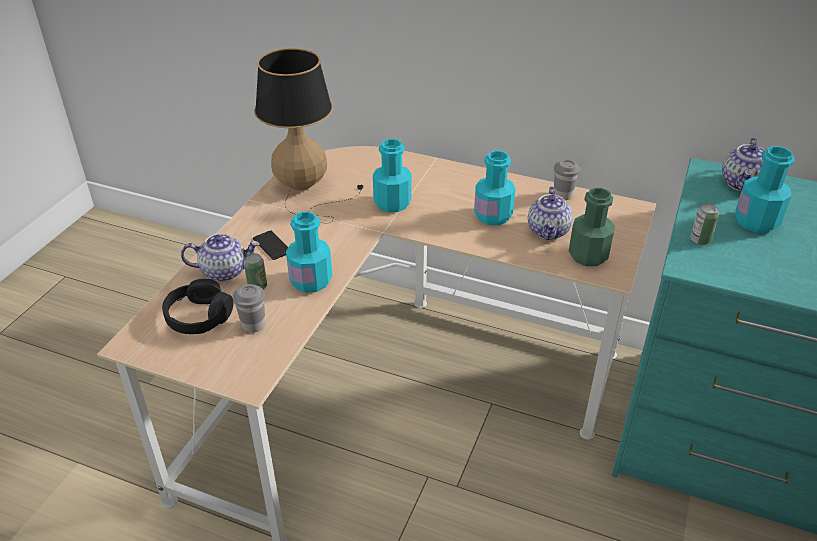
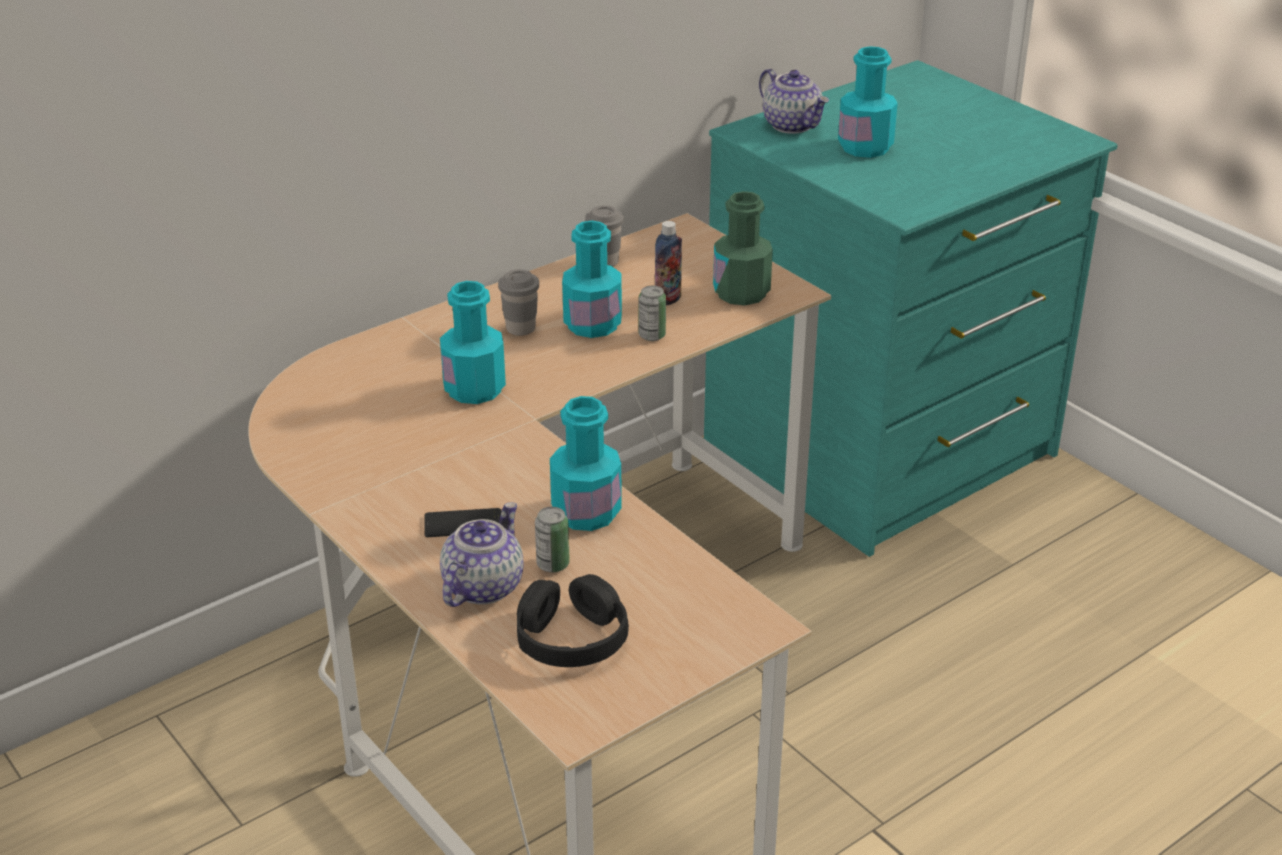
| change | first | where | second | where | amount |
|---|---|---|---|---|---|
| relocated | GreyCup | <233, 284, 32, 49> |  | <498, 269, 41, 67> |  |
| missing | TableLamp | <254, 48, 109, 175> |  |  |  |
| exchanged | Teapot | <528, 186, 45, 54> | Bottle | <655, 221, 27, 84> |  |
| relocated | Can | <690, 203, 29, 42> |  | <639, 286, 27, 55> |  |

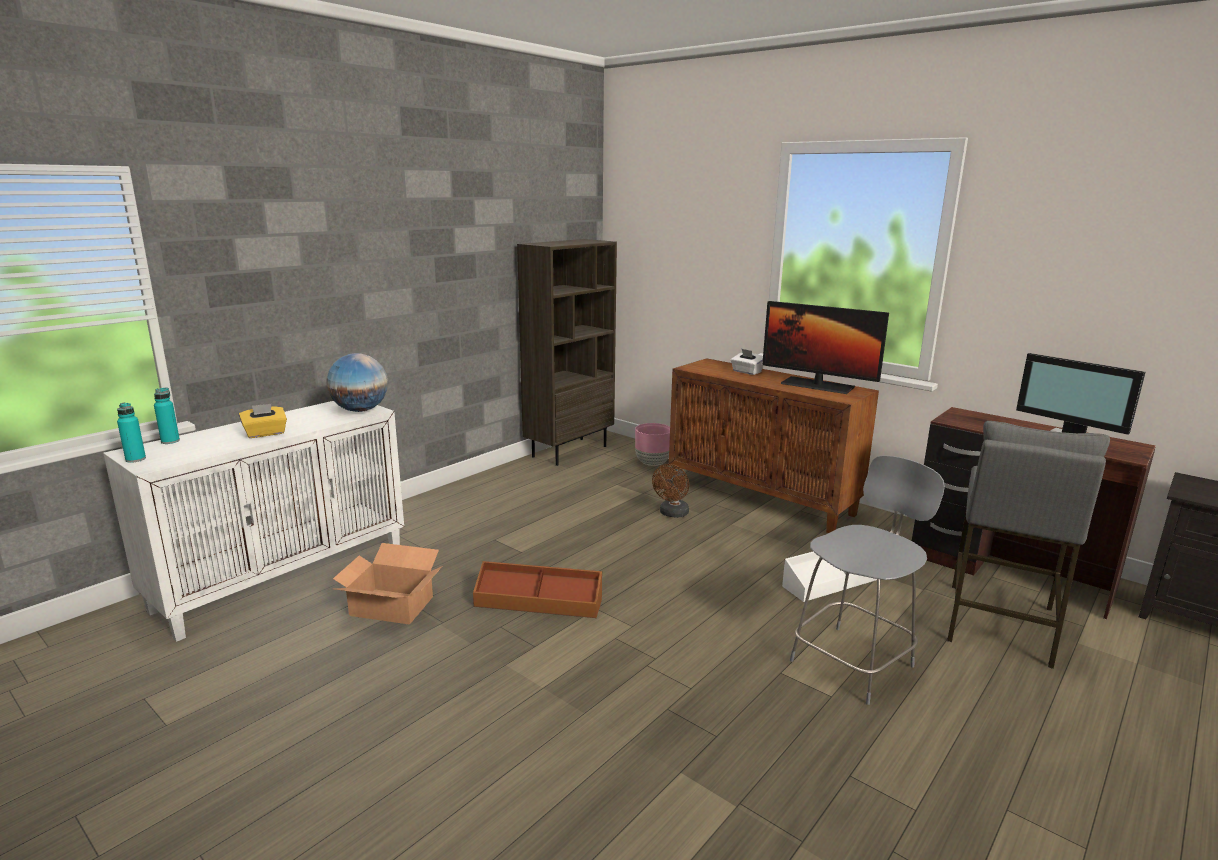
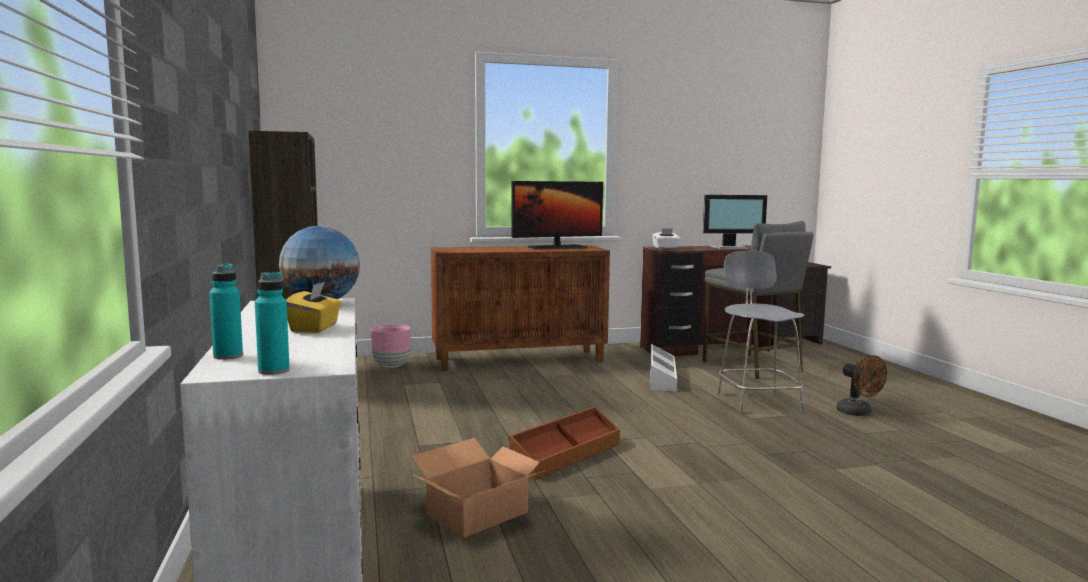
| change | first | where | second | where | amount |
|---|---|---|---|---|---|
| relocated | BrownFan | <652, 464, 37, 54> |  | <837, 355, 50, 61> |  |
| relocated | WhiteTissueBox | <731, 348, 32, 27> |  | <652, 228, 29, 21> |  |

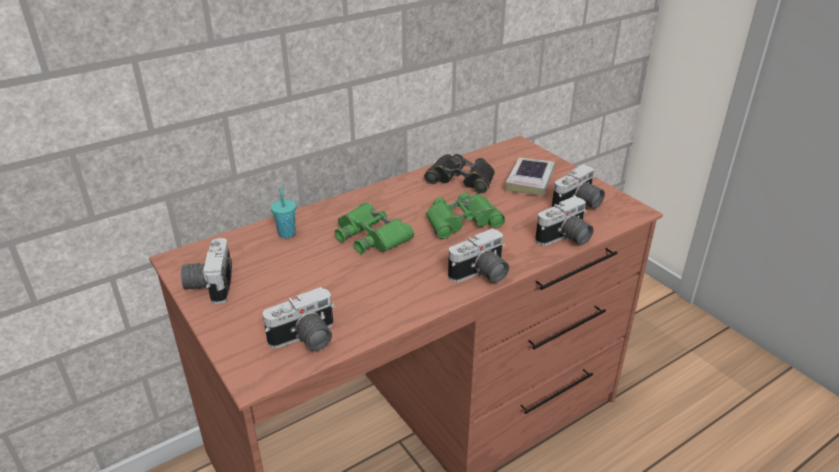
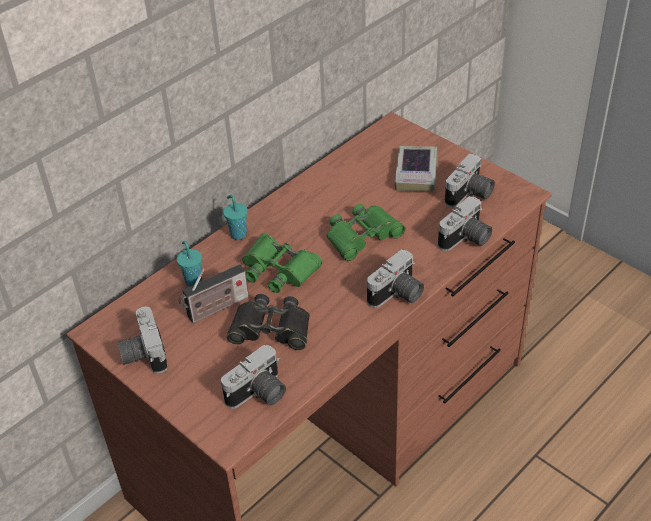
| change | first | where | second | where | amount |
|---|---|---|---|---|---|
| relocated | BlackBinoculars | <424, 154, 71, 40> |  | <227, 294, 83, 56> |  |
| appeared |  |  | Radio | <179, 264, 70, 59> |  |
| appeared |  |  | TurquoiseCup | <223, 195, 25, 45> |  |

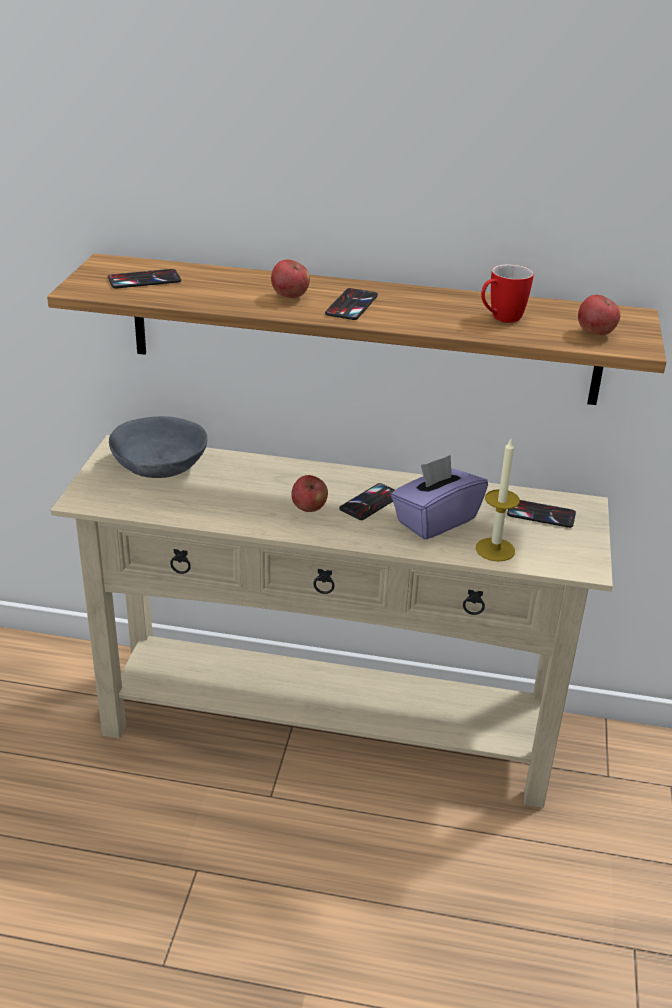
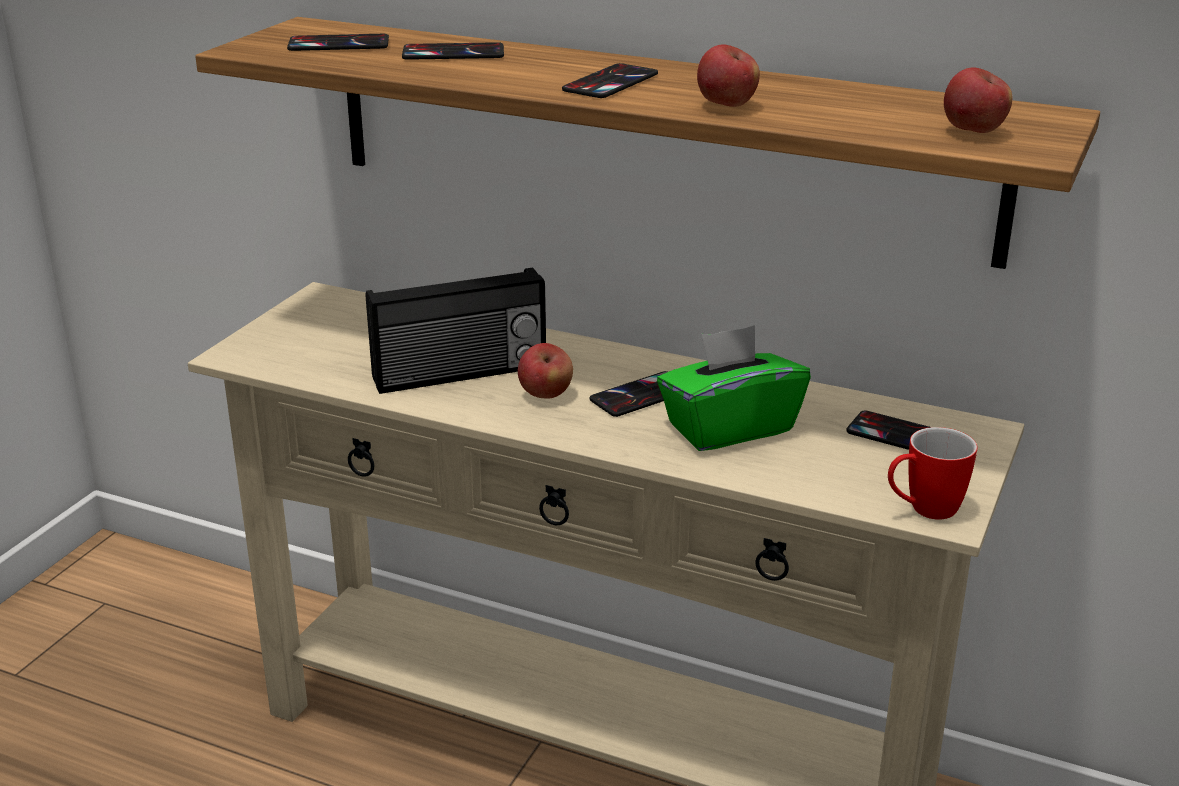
| change | first | where | second | where | amount |
|---|---|---|---|---|---|
| missing | GreyBowl | <109, 416, 98, 62> |  |  |  |
| relocated | Apple | <271, 259, 39, 39> |  | <697, 44, 63, 63> |  |
| colour | PurpleTissueBox | <391, 455, 97, 85> | GreenTissueBox | <657, 325, 154, 126> |  |
| missing | Candle | <476, 439, 44, 123> |  |  |  |
| relocated | Mug | <481, 264, 53, 59> |  | <888, 427, 90, 93> |  |
| appeared |  |  | Radio | <366, 267, 180, 127> |  |
| appeared |  |  | Phone | <402, 42, 102, 18> |  |

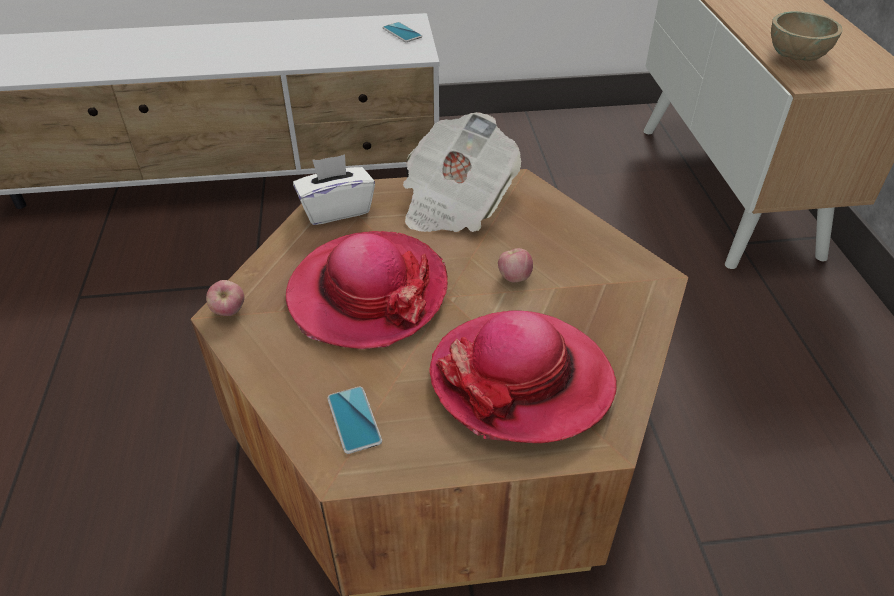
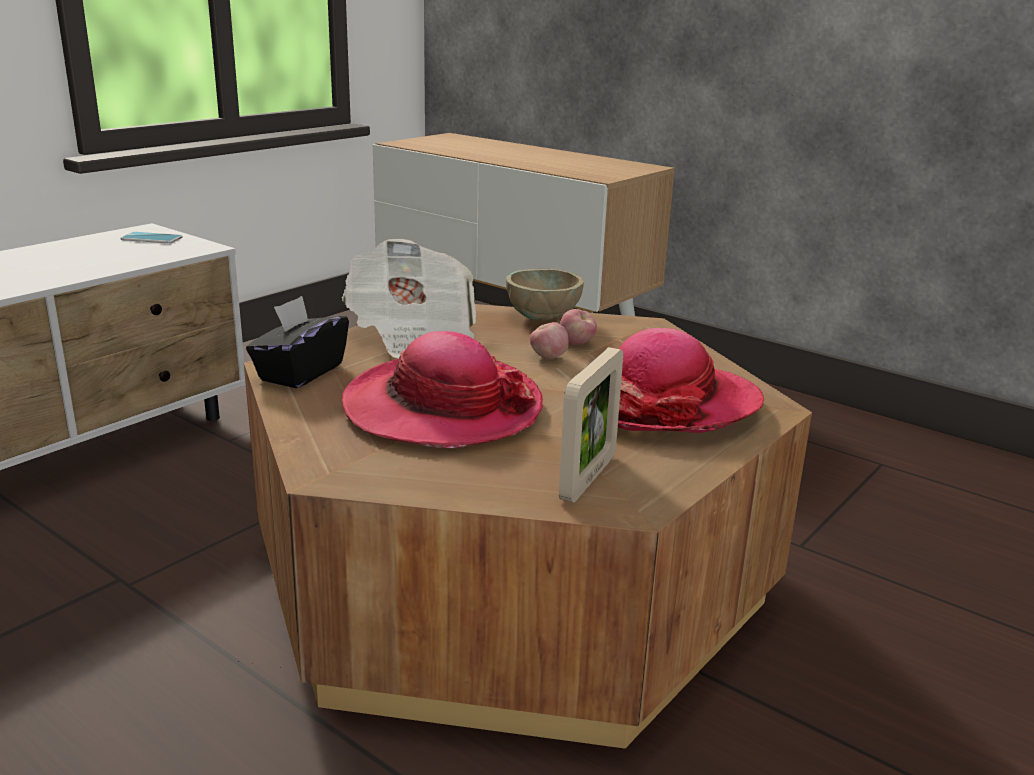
| change | first | where | second | where | amount |
|---|---|---|---|---|---|
| relocated | Apple | <206, 280, 39, 36> |  | <560, 309, 37, 36> |  |
| colour | WhiteTissueBox | <293, 155, 82, 70> | BlackTissueBox | <246, 296, 103, 92> |  |
| exchanged | Phone | <327, 387, 55, 67> | PictureFrame | <559, 347, 64, 155> |  |
| relocated | BeigeBowl | <771, 11, 71, 50> |  | <506, 269, 78, 51> |  |

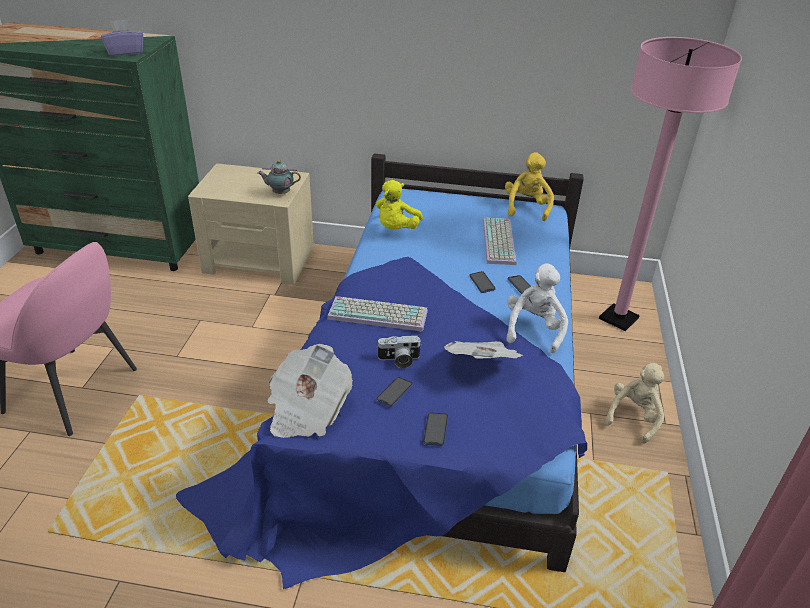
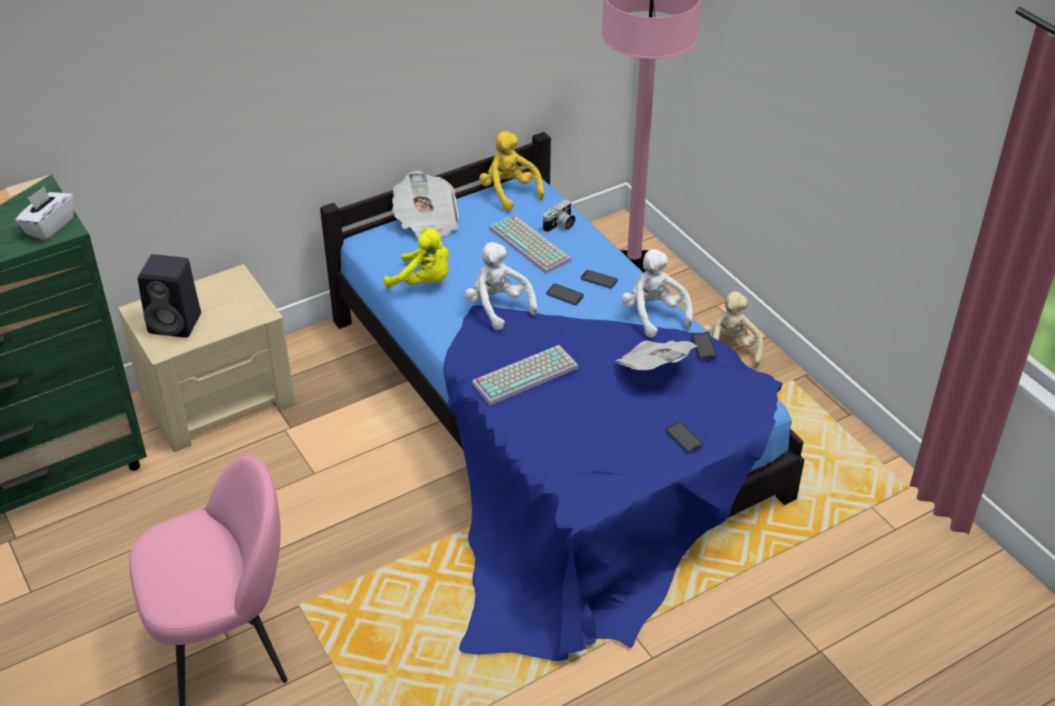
| change | first | where | second | where | amount |
|---|---|---|---|---|---|
| colour | PurpleTissueBox | <101, 20, 42, 36> | WhiteTissueBox | <15, 186, 59, 55> |  |
| missing | Teapot | <258, 160, 43, 34> |  |  |  |
| relocated | Newspaper | <268, 344, 85, 94> |  | <392, 171, 67, 68> |  |
| spun | YellowPlushToy | <376, 180, 47, 49> |  | <383, 228, 66, 60> | 45 degrees counterclockwise |
| relocated | PhotoCamera | <376, 335, 46, 33> |  | <543, 199, 32, 33> |  |
| relocated | Phone | <376, 377, 37, 30> |  | <692, 332, 25, 27> |  |
| appeared |  |  | BlackSpeaker | <138, 254, 63, 84> |  |
| appeared |  |  | WhitePlushToy | <465, 242, 72, 88> |  |

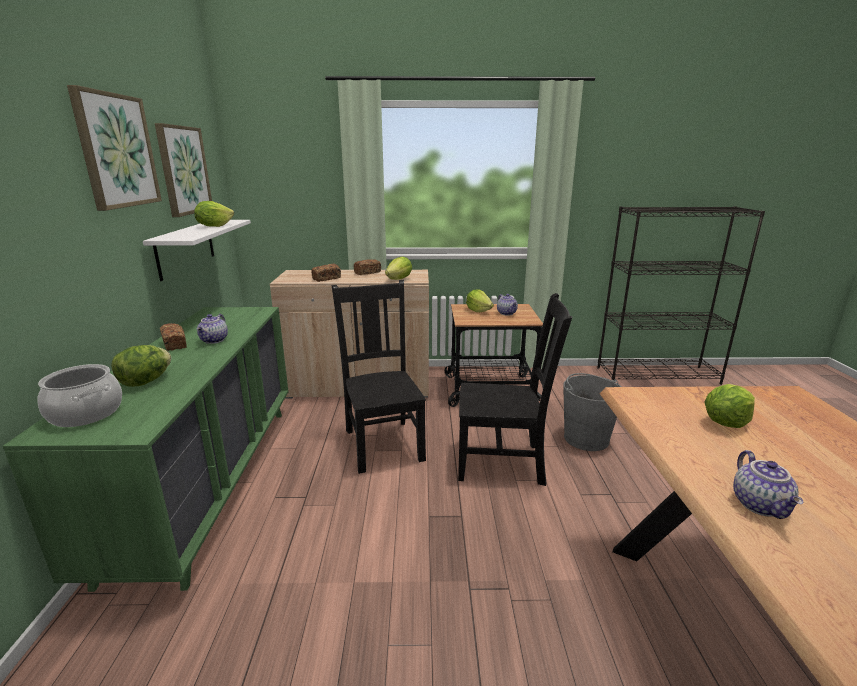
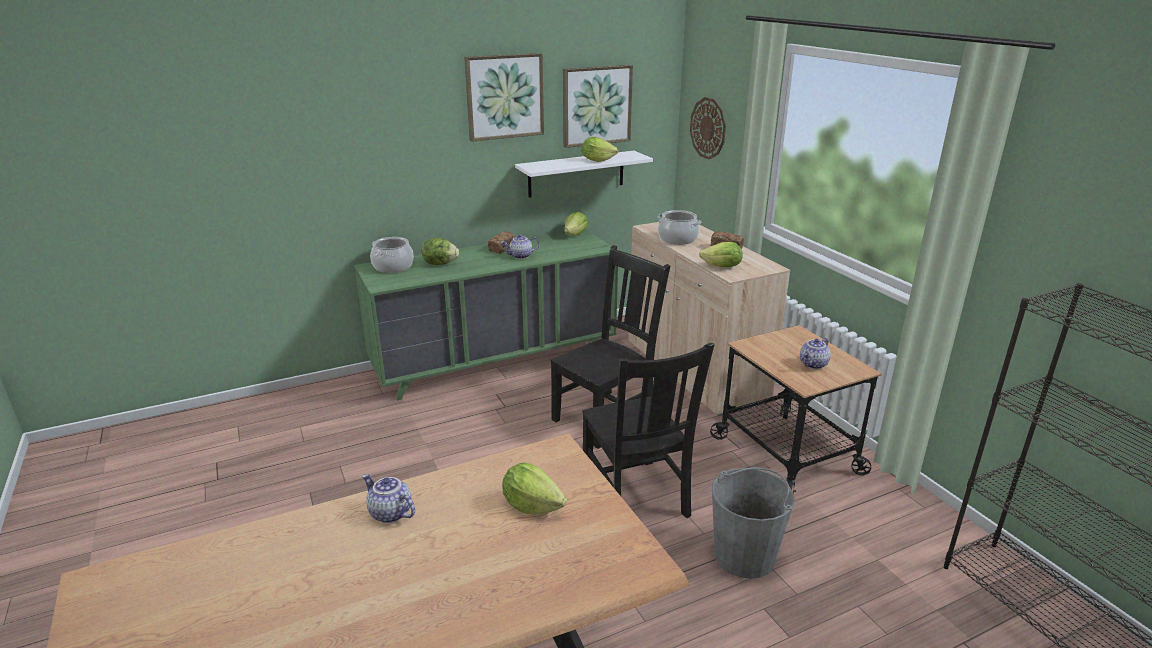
| change | first | where | second | where | amount |
|---|---|---|---|---|---|
| exchanged | Bread | <311, 264, 30, 18> | CookingPot | <657, 210, 45, 35> |  |
| relocated | Lettuce | <466, 290, 28, 22> |  | <564, 212, 24, 24> |  |
| spun | Teapot | <733, 450, 70, 69> |  | <362, 474, 53, 49> | 60 degrees clockwise |
| appeared |  |  | WallClock | <690, 97, 36, 62> |  |

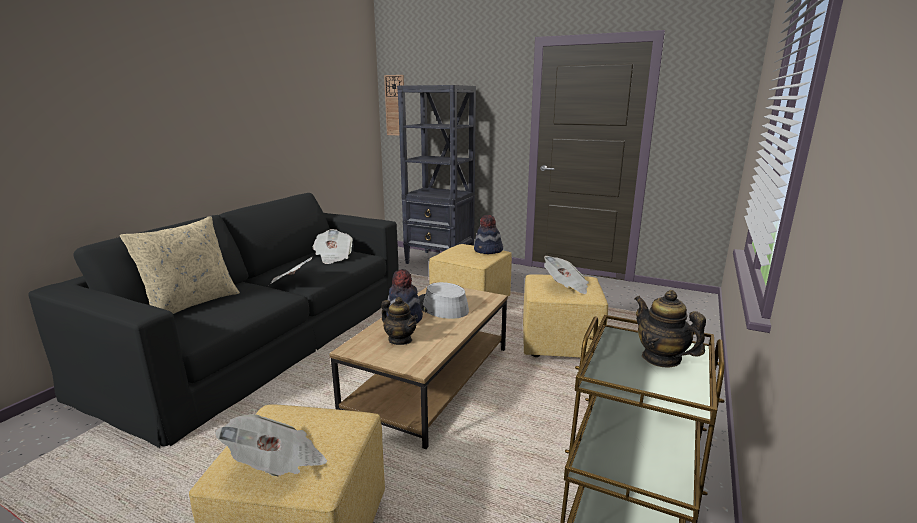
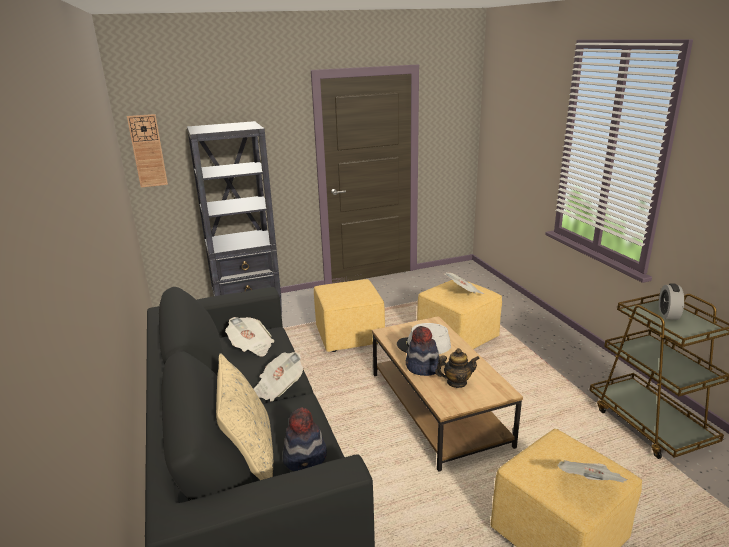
| change | first | where | second | where | amount |
|---|---|---|---|---|---|
| relocated | Hat | <474, 215, 29, 39> |  | <283, 407, 44, 64> |  |
| exchanged | Teapot | <635, 290, 71, 77> | AlarmClock | <659, 283, 25, 37> |  |

